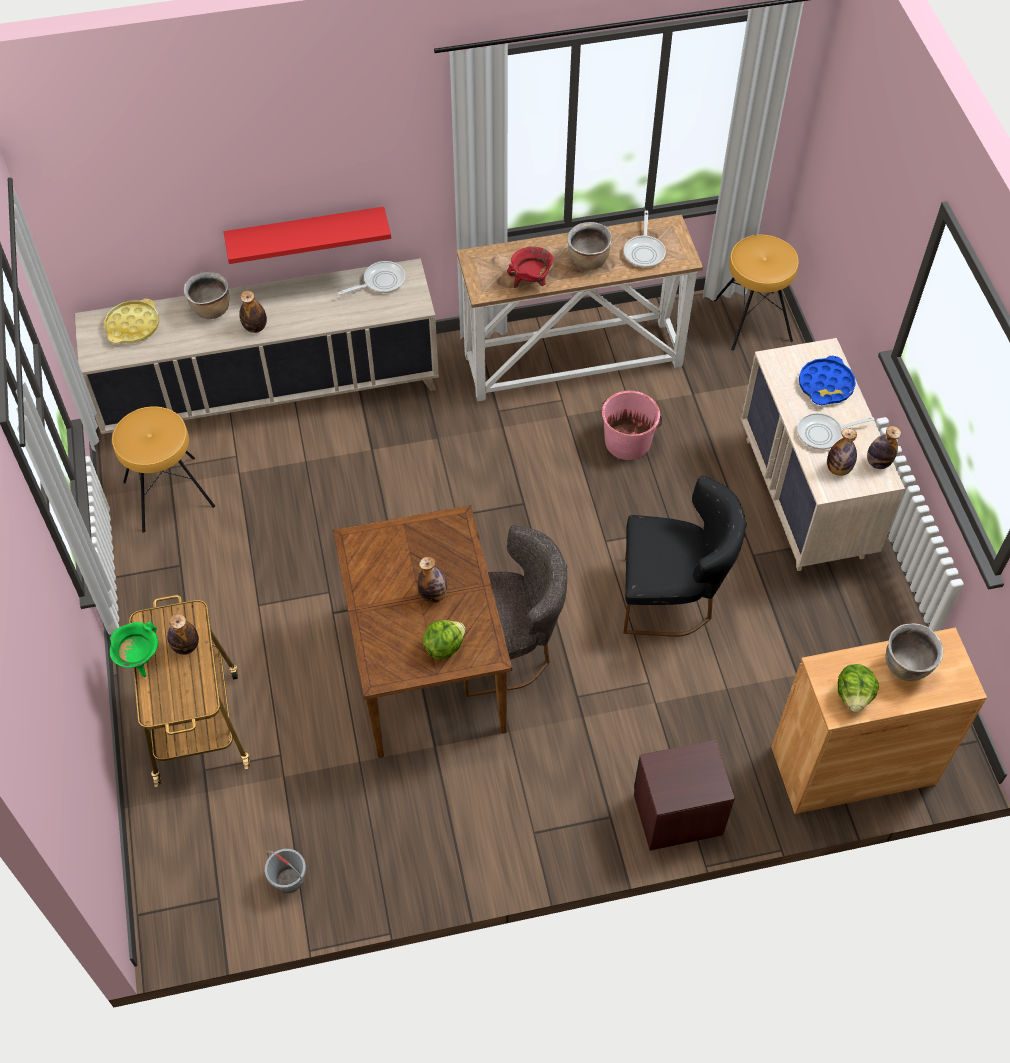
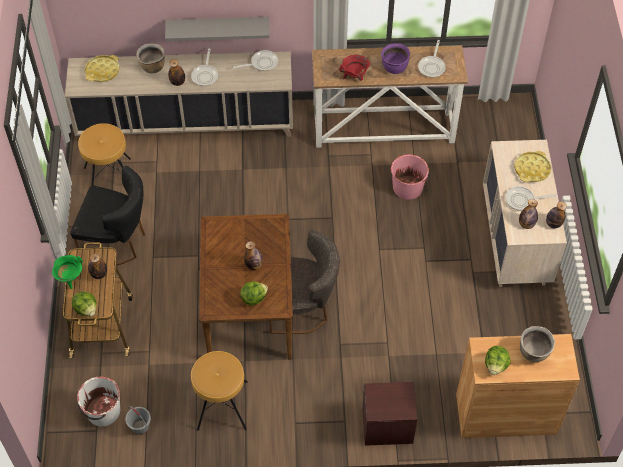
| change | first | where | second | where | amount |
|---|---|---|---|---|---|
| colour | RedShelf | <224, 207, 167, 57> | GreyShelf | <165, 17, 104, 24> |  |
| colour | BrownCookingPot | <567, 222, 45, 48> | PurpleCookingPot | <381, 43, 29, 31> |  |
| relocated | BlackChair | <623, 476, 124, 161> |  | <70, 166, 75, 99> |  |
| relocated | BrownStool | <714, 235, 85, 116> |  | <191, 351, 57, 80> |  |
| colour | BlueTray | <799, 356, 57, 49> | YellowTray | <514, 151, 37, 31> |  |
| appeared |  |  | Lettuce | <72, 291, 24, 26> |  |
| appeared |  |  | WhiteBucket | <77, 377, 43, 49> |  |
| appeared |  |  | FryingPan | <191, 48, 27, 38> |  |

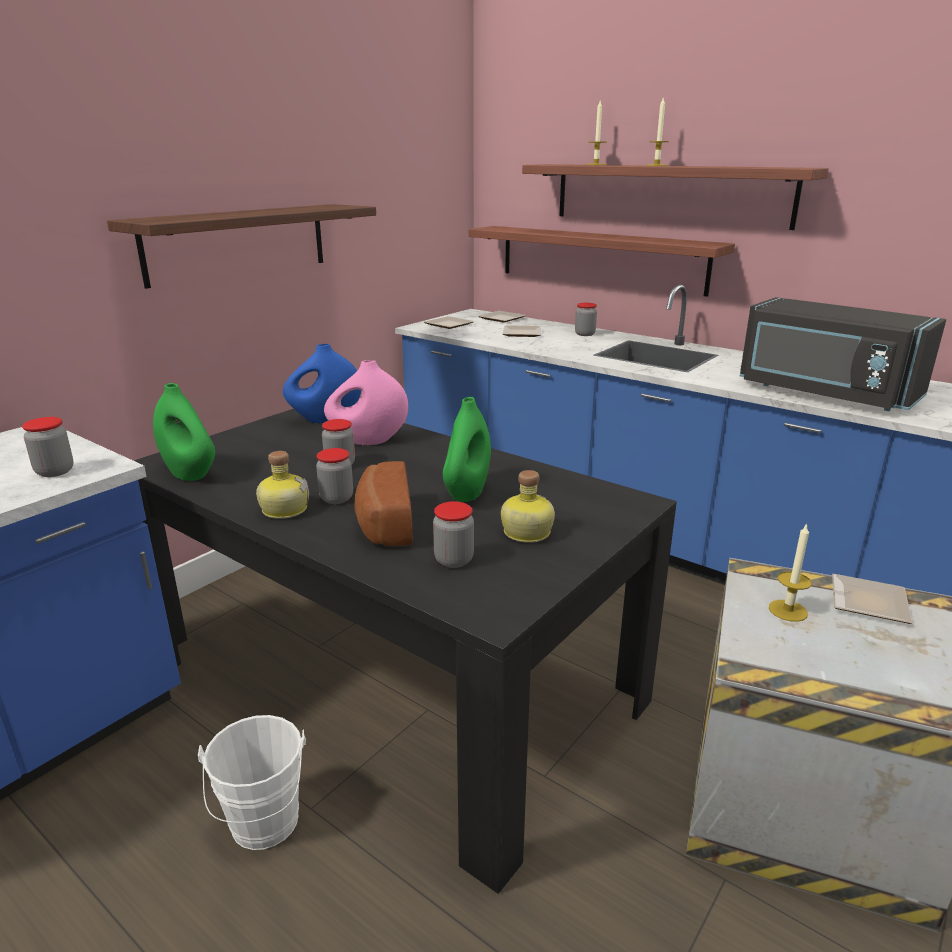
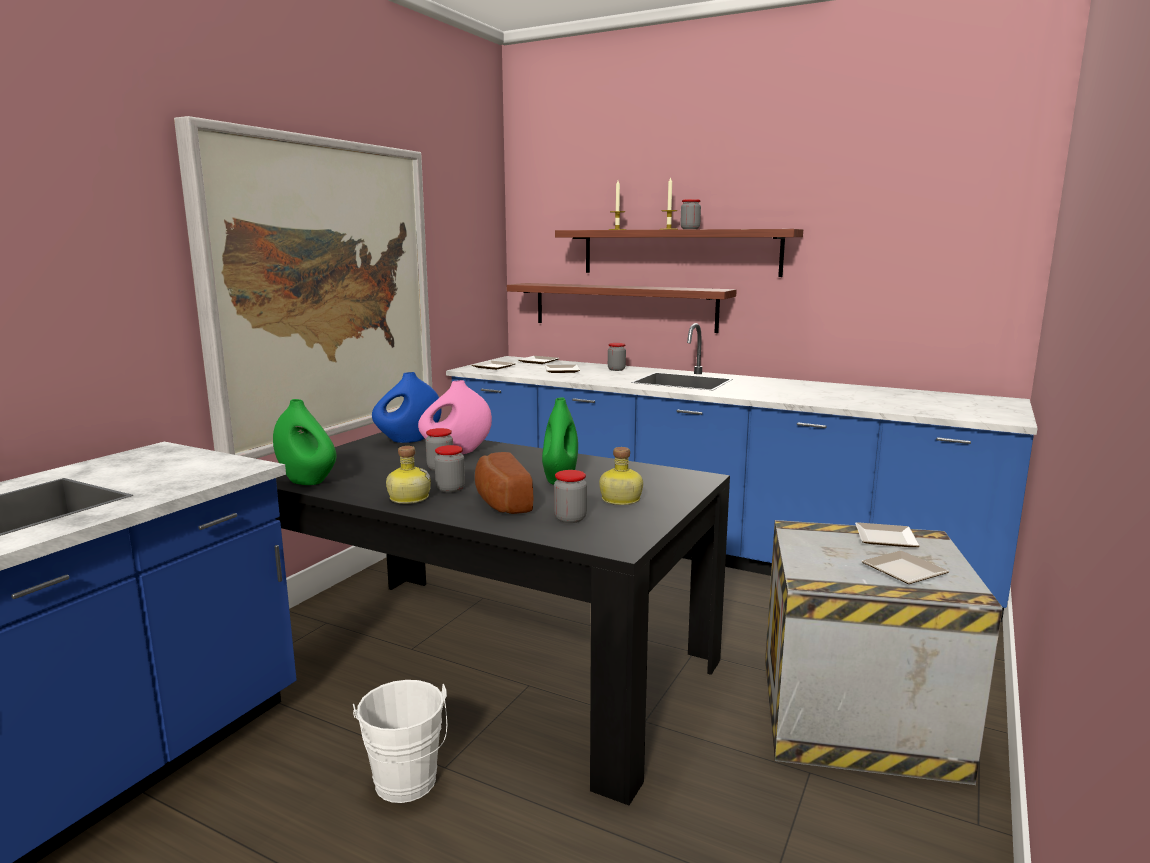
| change | first | where | second | where | amount |
|---|---|---|---|---|---|
| relocated | Jar | <22, 417, 52, 60> |  | <680, 199, 21, 30> |  |
| exchanged | Shelf | <107, 204, 269, 85> | Picture | <174, 116, 258, 343> |  |
| missing | BlackMicrowave | <740, 297, 206, 114> |  |  |  |
| missing | Candle | <769, 523, 43, 99> |  |  |  |
| appeared |  |  | Plate | <861, 551, 89, 33> |  |

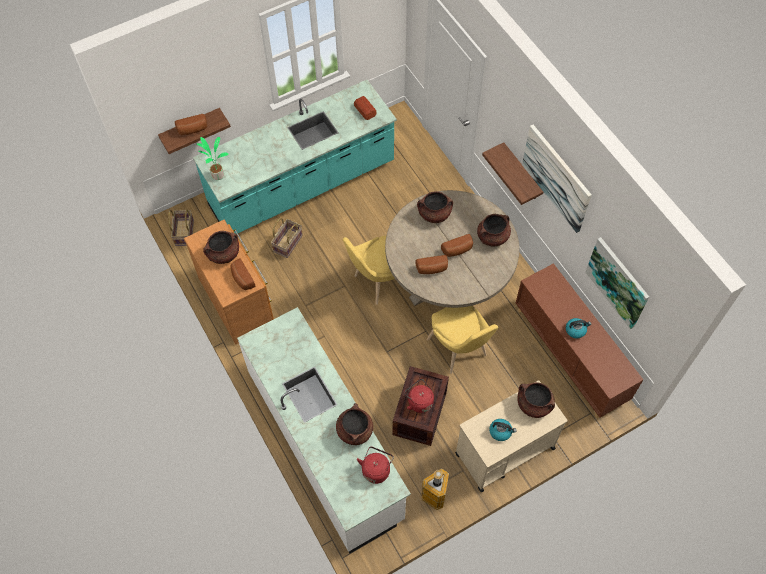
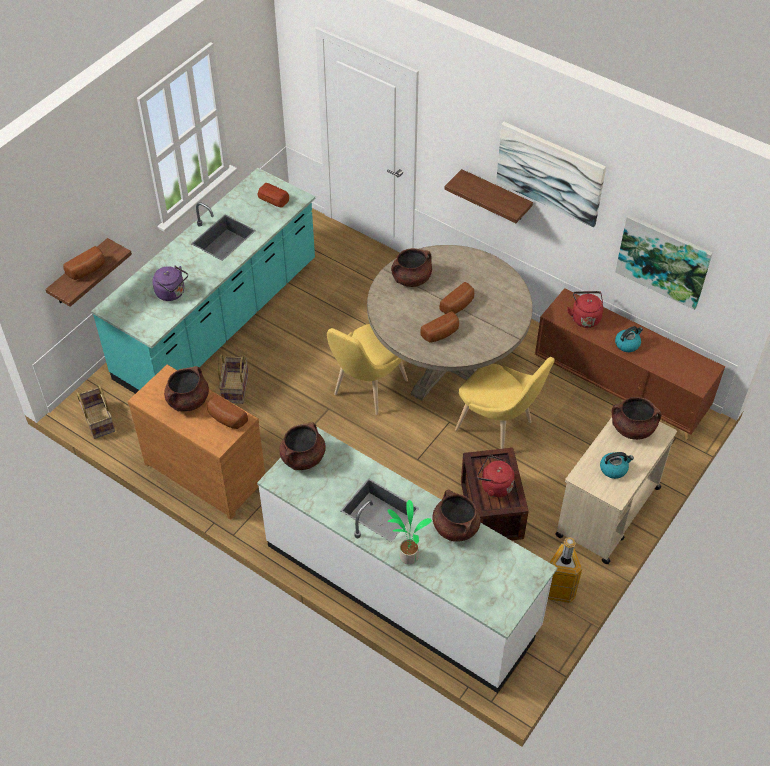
| change | first | where | second | where | amount |
|---|---|---|---|---|---|
| relocated | PottedPlant | <197, 137, 32, 43> |  | <387, 500, 45, 65> |  |
| relocated | RedKettle | <357, 447, 37, 37> |  | <567, 291, 36, 37> |  |
| relocated | BrownCookingPot | <477, 214, 34, 32> |  | <279, 422, 47, 48> |  |
| appeared |  |  | PurpleKettle | <152, 266, 36, 35> |  |

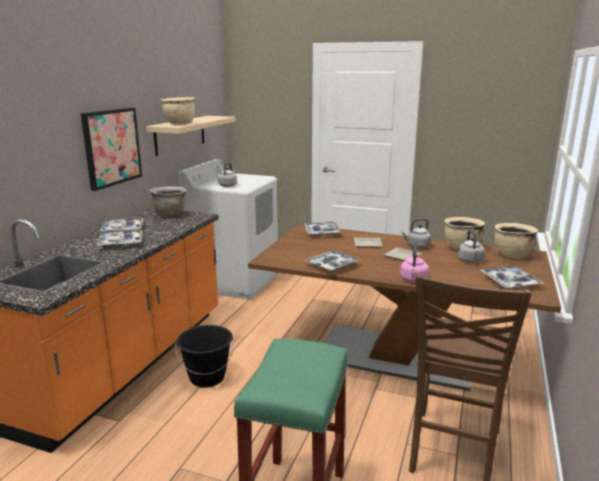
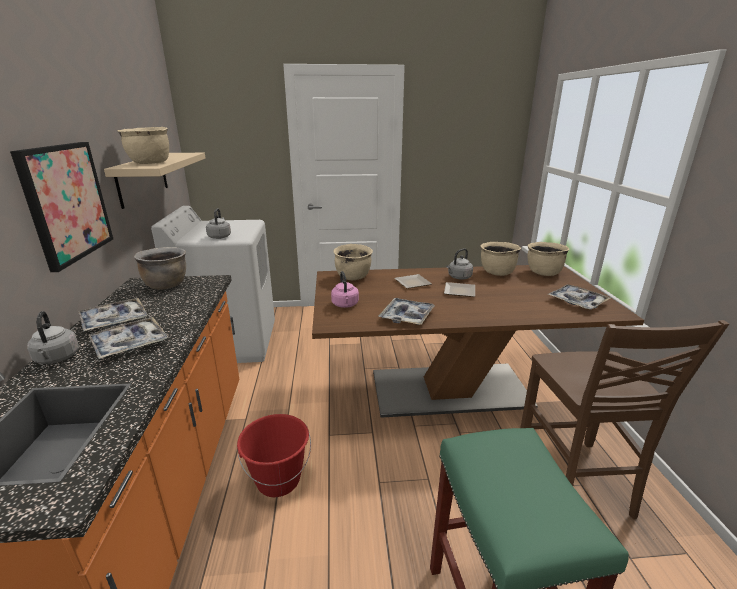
| change | first | where | second | where | amount |
|---|---|---|---|---|---|
| colour | BlackBucket | <175, 325, 59, 63> | RedBucket | <237, 414, 74, 83> |  |
| exchanged | Tray | <304, 222, 37, 14> | BeigeCookingPot | <334, 244, 39, 36> |  |
| relocated | PinkKettle | <400, 246, 29, 36> |  | <331, 271, 28, 37> |  |
| relocated | GreyKettle | <458, 230, 27, 33> |  | <27, 311, 52, 53> |  |

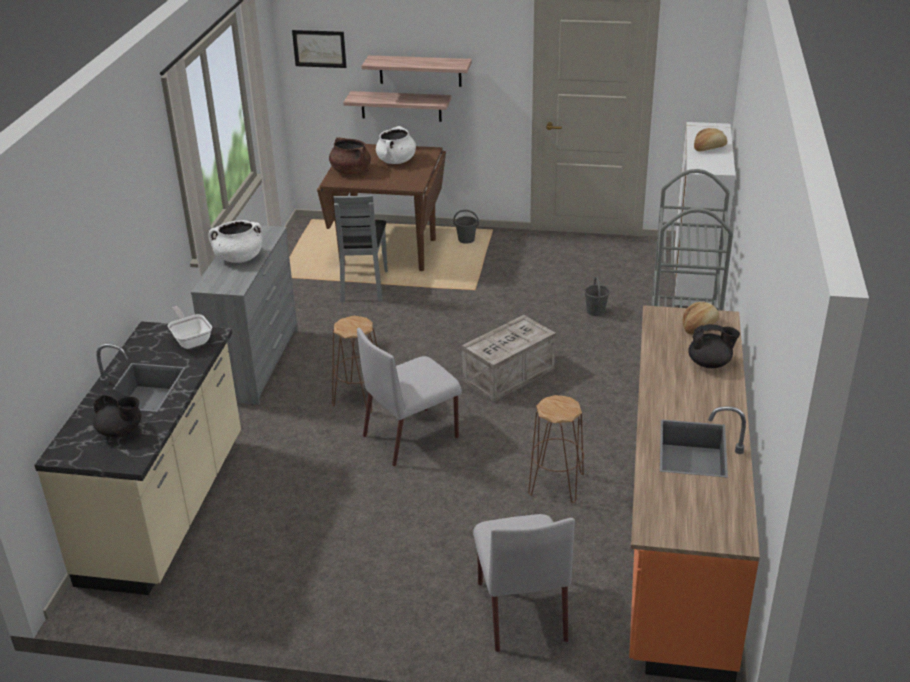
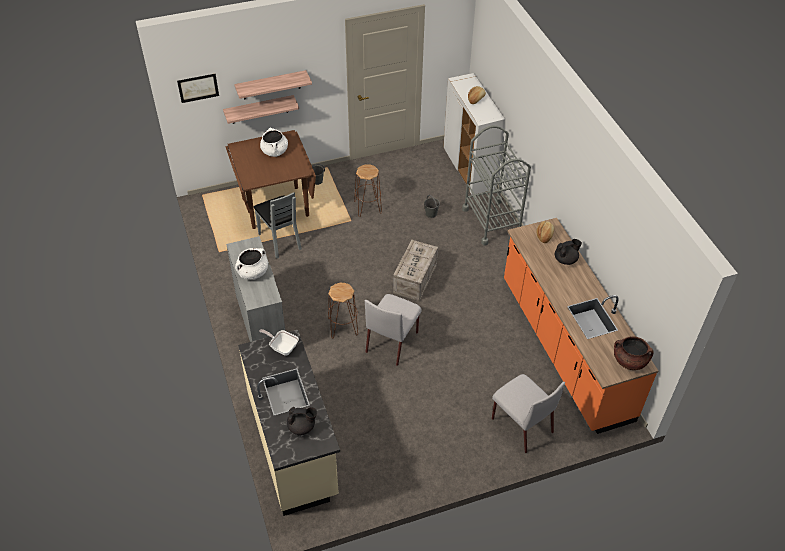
| change | first | where | second | where | amount |
|---|---|---|---|---|---|
| relocated | BrownCookingPot | <329, 137, 42, 38> |  | <614, 336, 40, 34> |  |
| relocated | BrownStool | <528, 395, 56, 108> |  | <354, 164, 28, 53> |  |

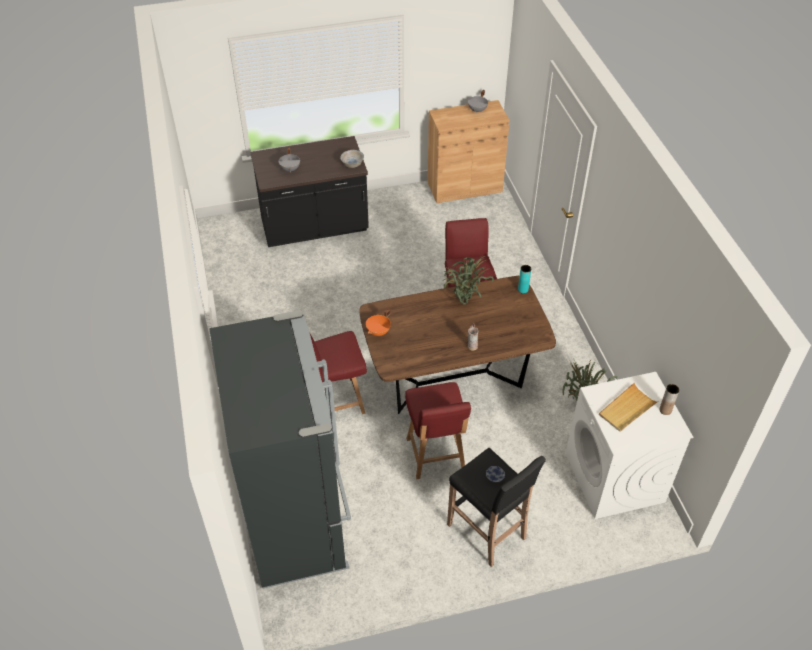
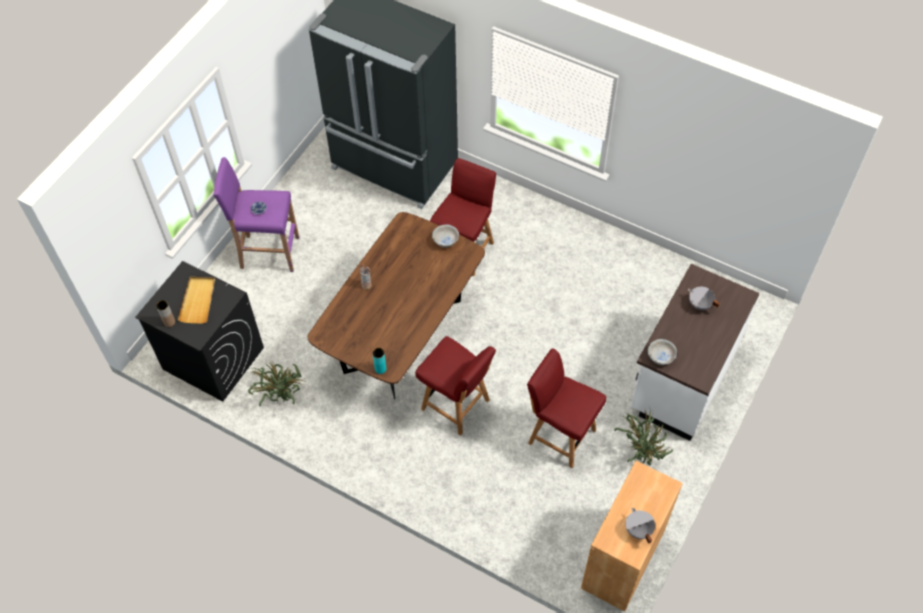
| change | first | where | second | where | amount |
|---|---|---|---|---|---|
| colour | BlackCounter | <250, 136, 119, 111> | WhiteCounter | <631, 264, 129, 177> |  |
| exchanged | OrangeCookingPot | <366, 309, 25, 27> | WhiteBowl | <432, 224, 27, 24> |  |
| relocated | RedChair | <405, 382, 66, 97> |  | <527, 348, 79, 120> |  |
| relocated | PottedPlant | <441, 256, 53, 49> |  | <614, 406, 59, 59> |  |
| colour | BlackStool | <447, 448, 99, 119> | PurpleStool | <213, 157, 86, 115> |  |
| colour | WhiteWashingMachine | <566, 372, 127, 147> | BlackWashingMachine | <135, 261, 129, 140> |  |

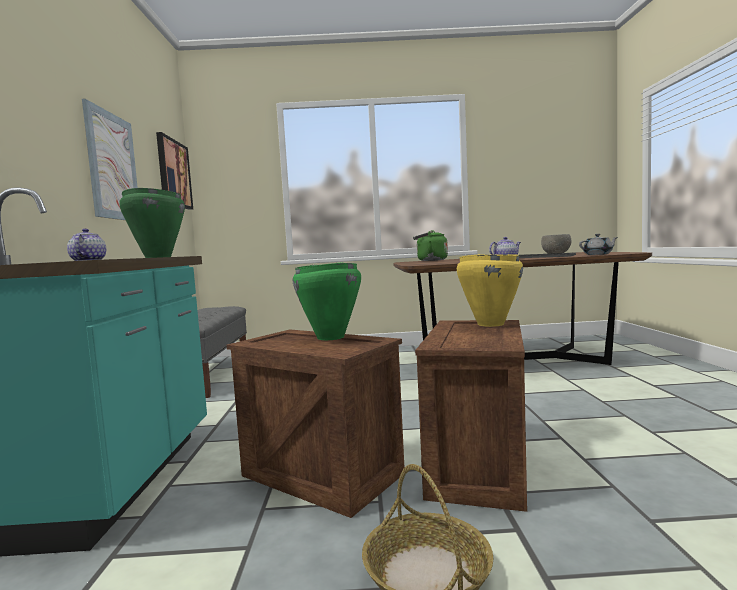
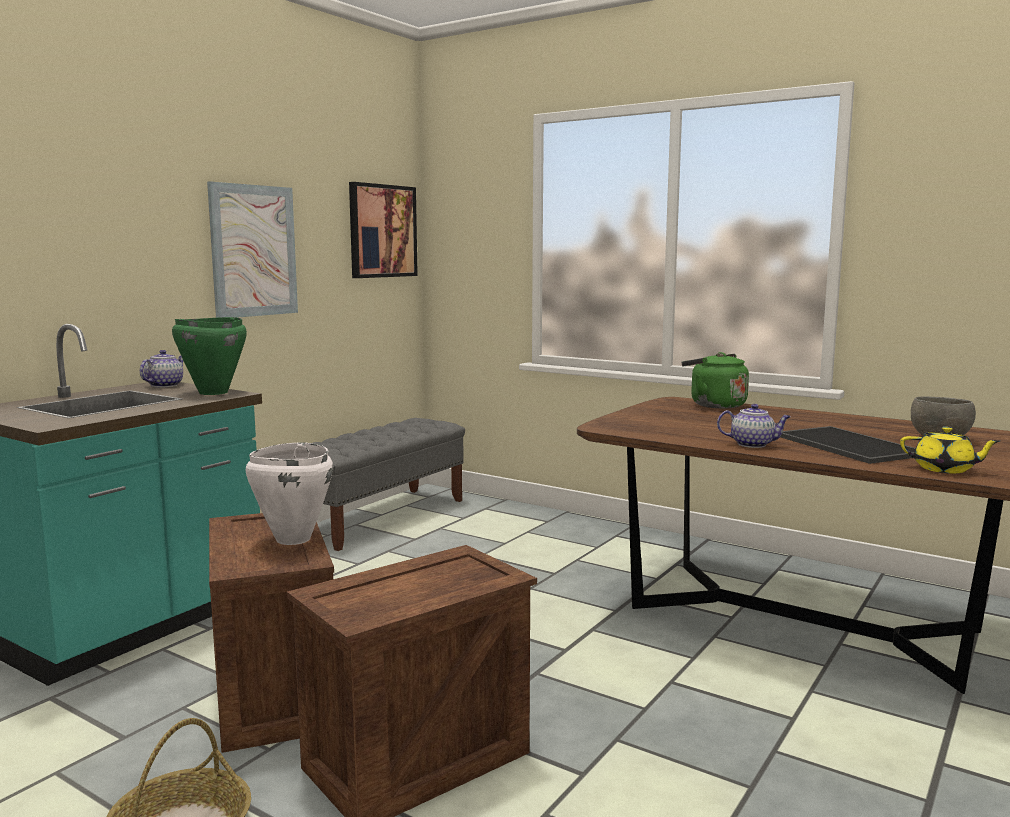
| change | first | where | second | where | amount |
|---|---|---|---|---|---|
| colour | GreenCookingPot | <293, 263, 68, 77> | WhiteCookingPot | <246, 442, 87, 103> |  |
| missing | YellowCookingPot | <457, 254, 66, 73> |  |  |  |
| colour | GreyTeapot | <579, 234, 39, 21> | YellowTeapot | <900, 427, 100, 46> |  |

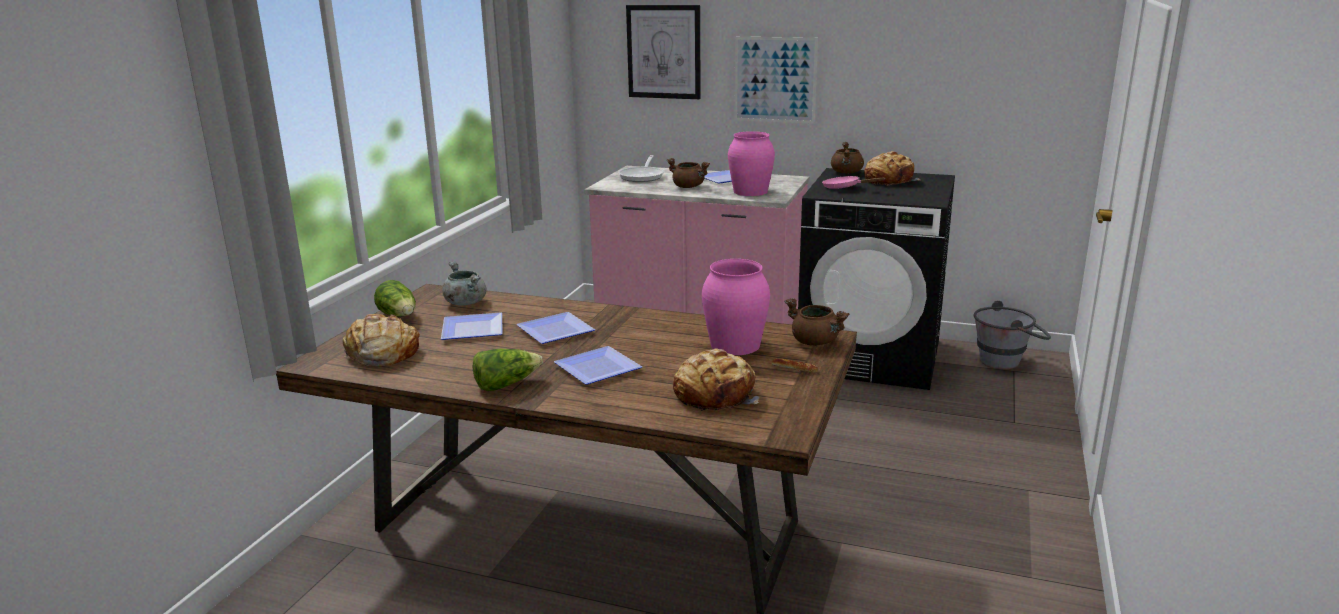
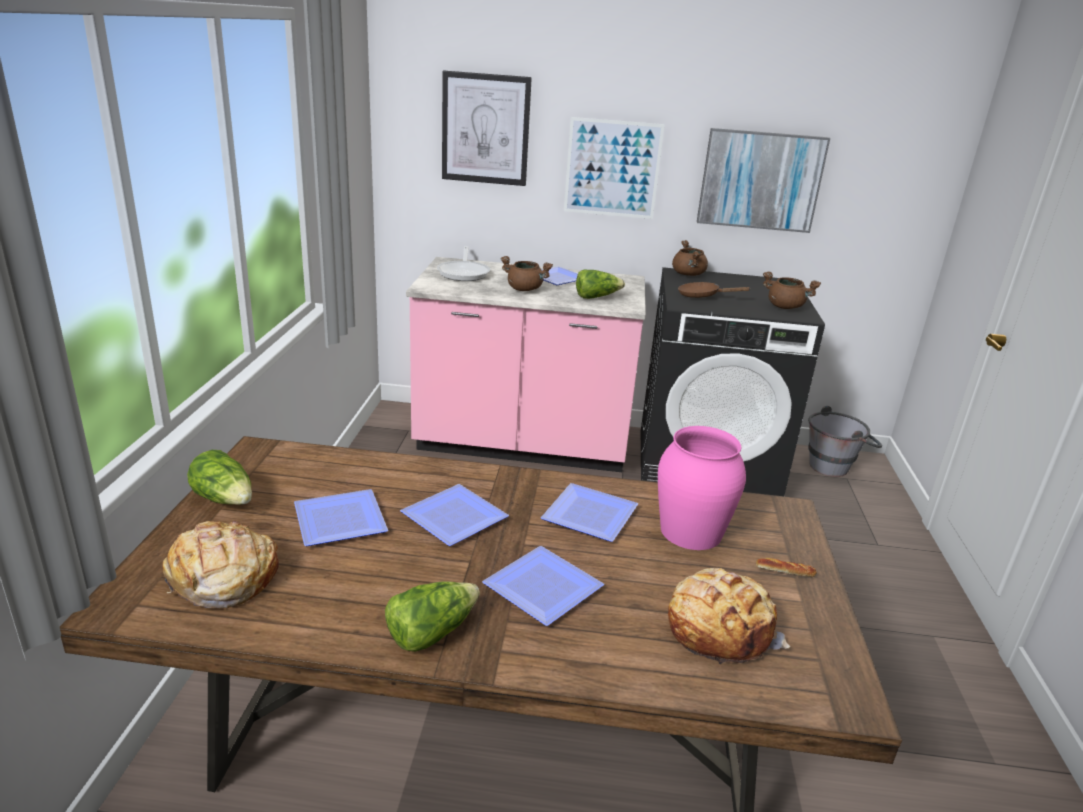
| change | first | where | second | where | amount |
|---|---|---|---|---|---|
| missing | GreyCookingPot | <442, 261, 45, 45> |  |  |  |
| exchanged | PinkVase | <728, 131, 47, 65> | Lettuce | <576, 269, 49, 30> |  |
| relocated | BrownCookingPot | <785, 298, 64, 48> |  | <763, 271, 58, 38> |  |
| colour | PinkFryingPan | <822, 176, 64, 13> | BrownFryingPan | <678, 282, 73, 16> |  |
| missing | Bread | <864, 151, 56, 35> |  |  |  |
| appeared |  |  | Plate | <541, 483, 97, 59> |  |
| appeared |  |  | Picture | <697, 128, 133, 105> |  |

